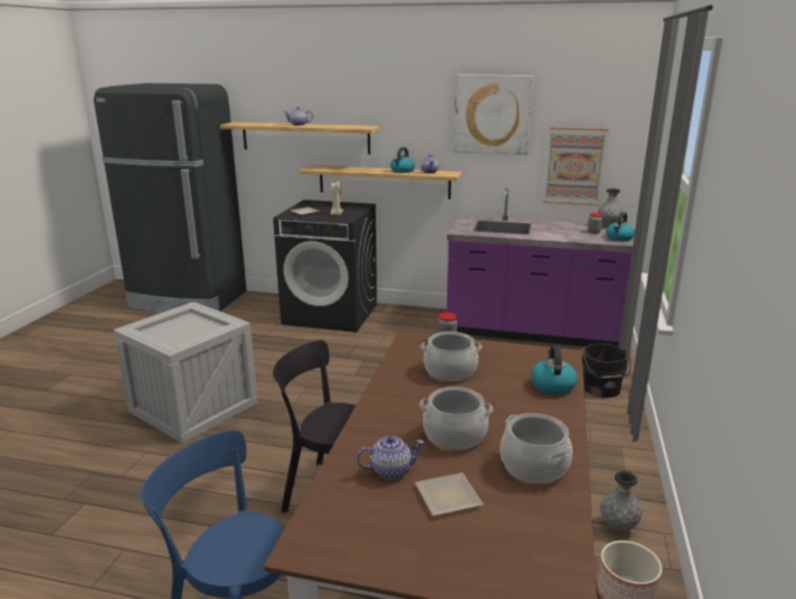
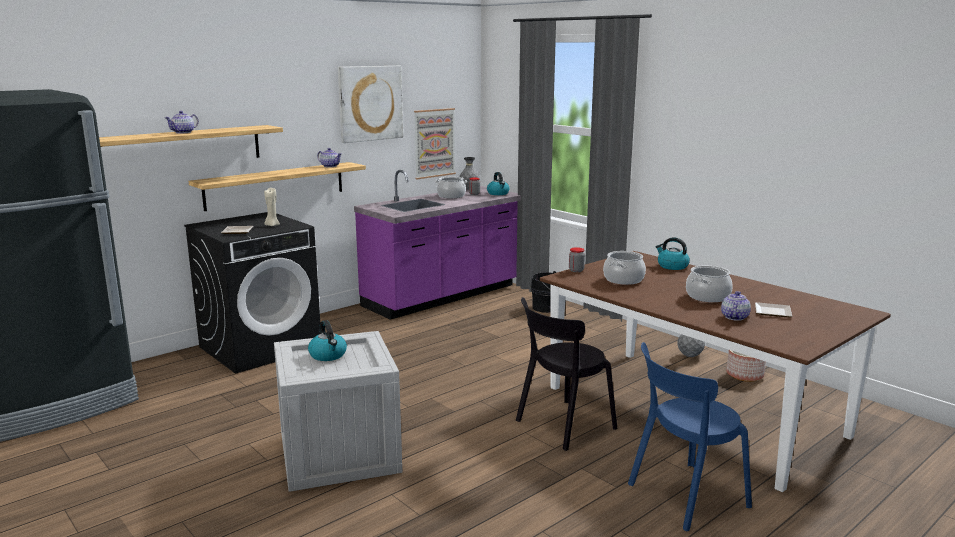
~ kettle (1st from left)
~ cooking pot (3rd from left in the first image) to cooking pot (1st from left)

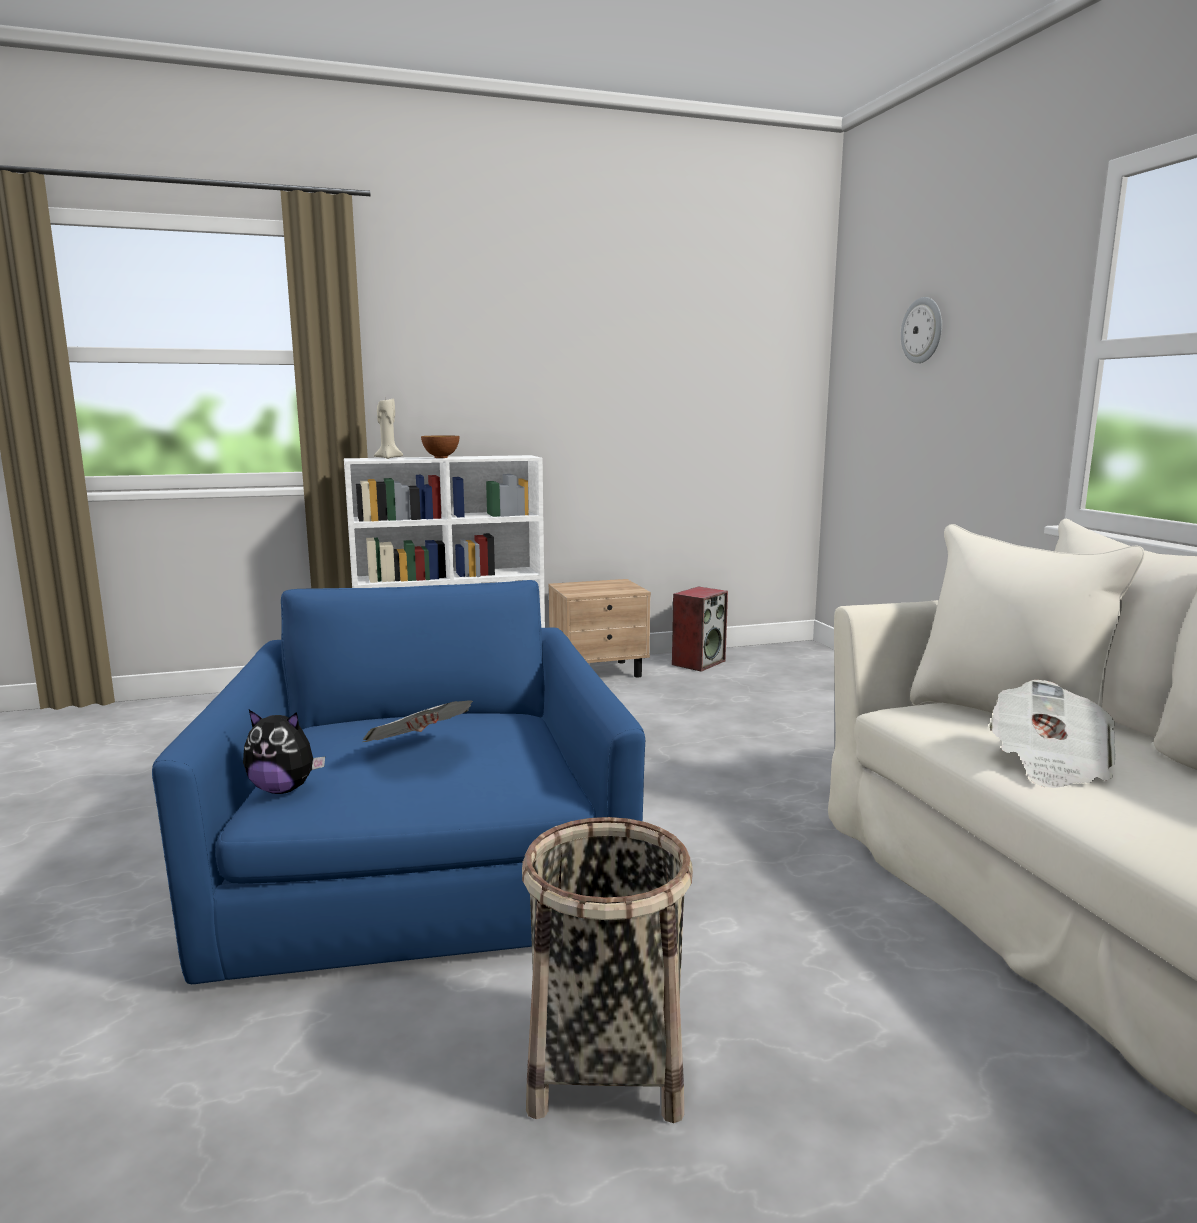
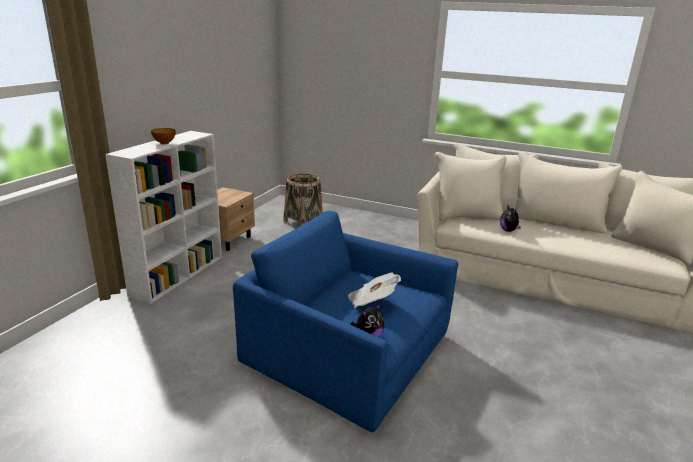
~ basket
~ newspaper (2nd from left) to plush toy (2nd from left)
- candle (beige)
- speaker
- wall clock

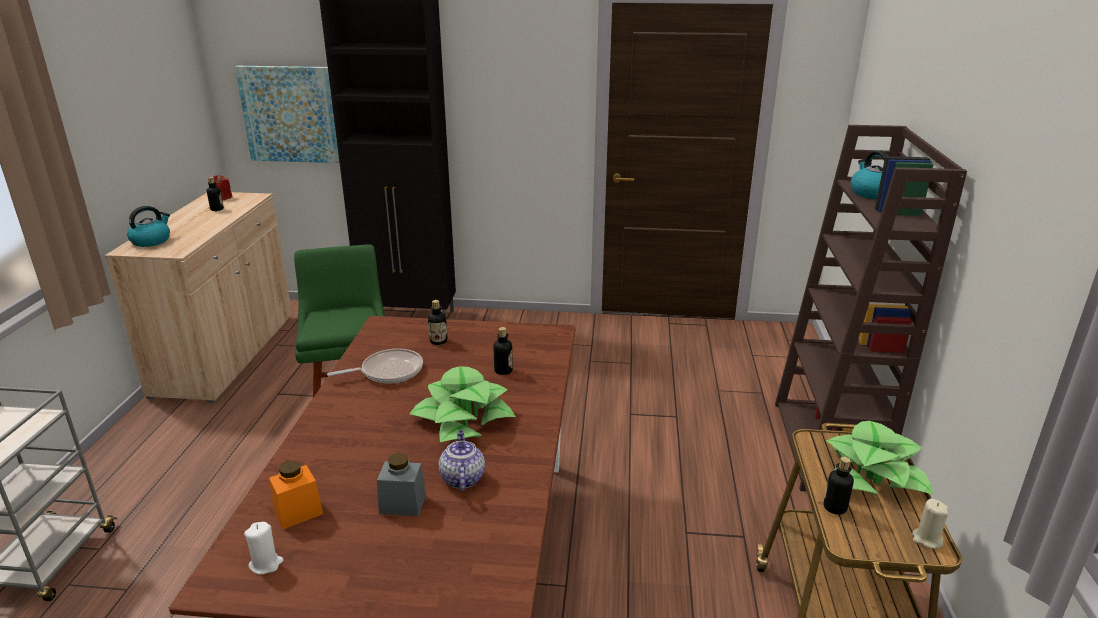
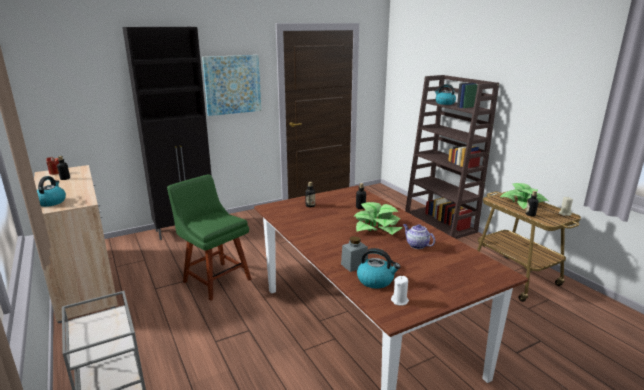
~ picture
~ jar (grey)
~ jar (orange) to kettle (2nd from left)
- frying pan

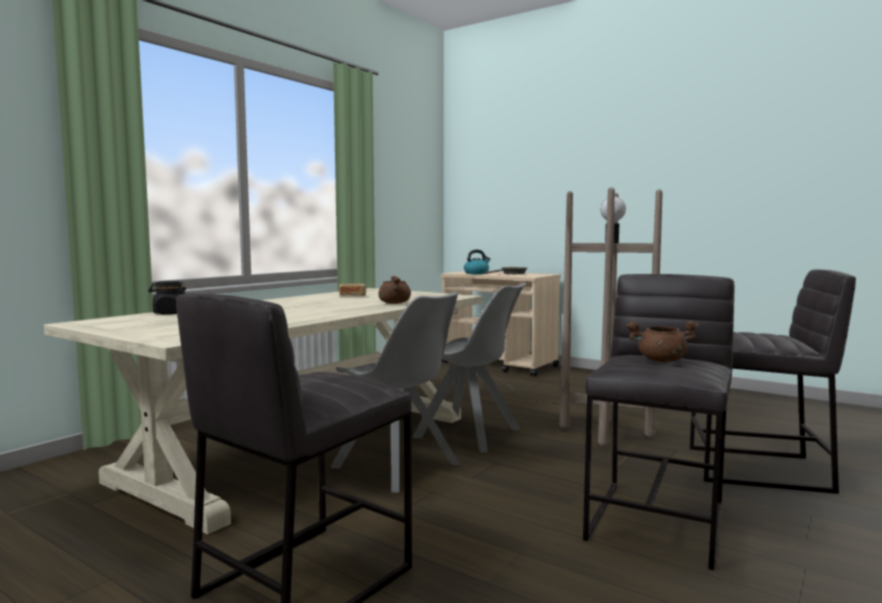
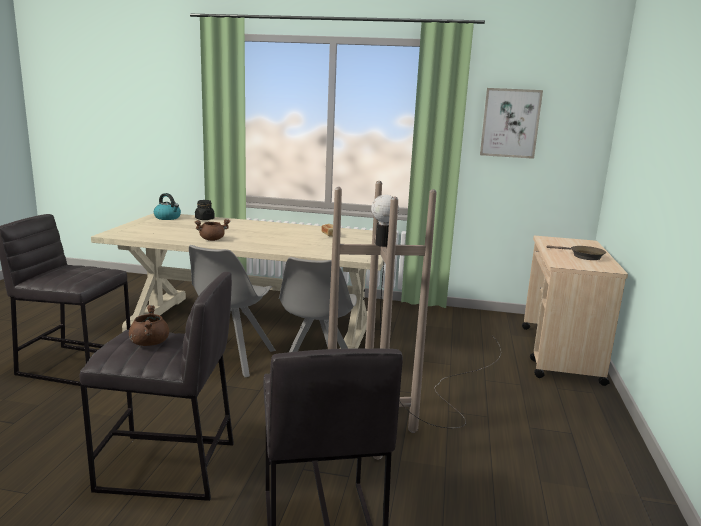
~ kettle
~ cooking pot (brown) (1st from left in the first image) to cooking pot (brown) (2nd from left)
+ picture

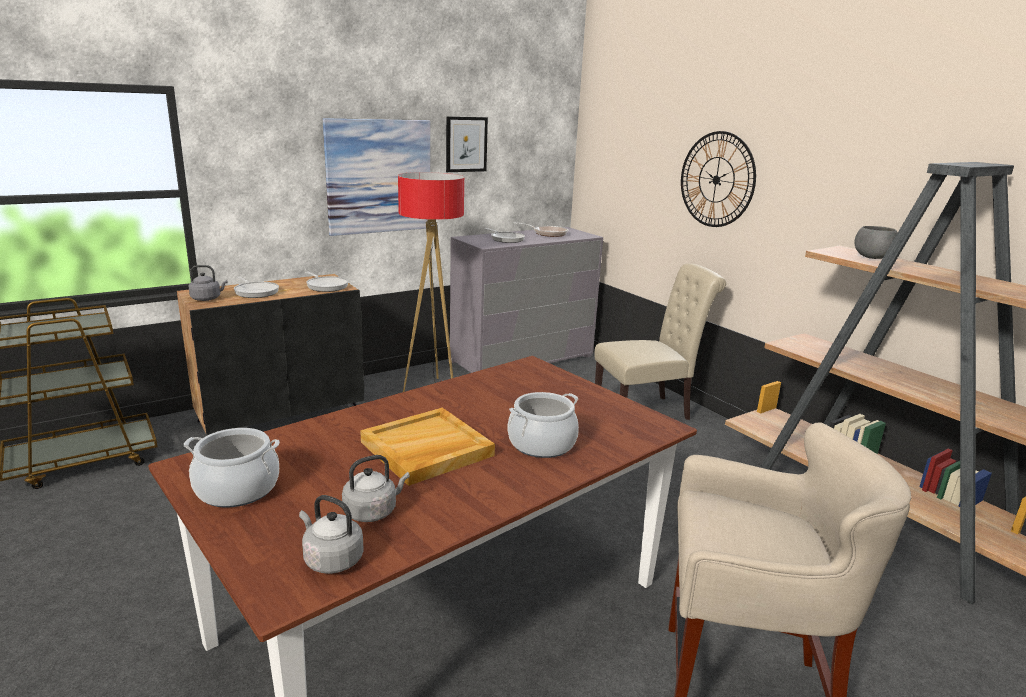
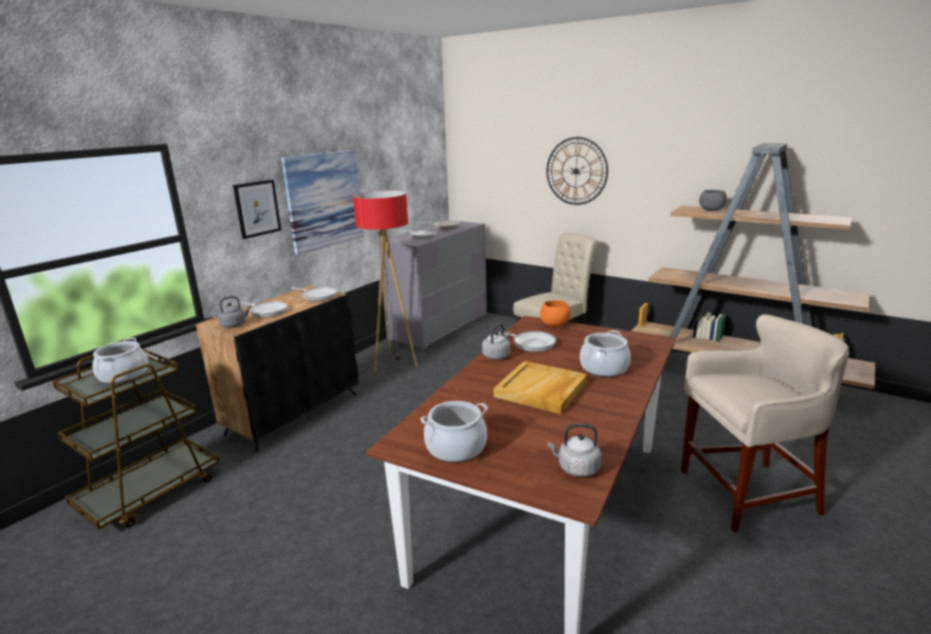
+ cooking pot (1st from left)
~ picture (2nd from left in the first image) to picture (1st from left)
~ kettle (grey) (3rd from left in the first image) to kettle (grey) (2nd from left)
+ frying pan (5th from left)
+ bowl (orange)

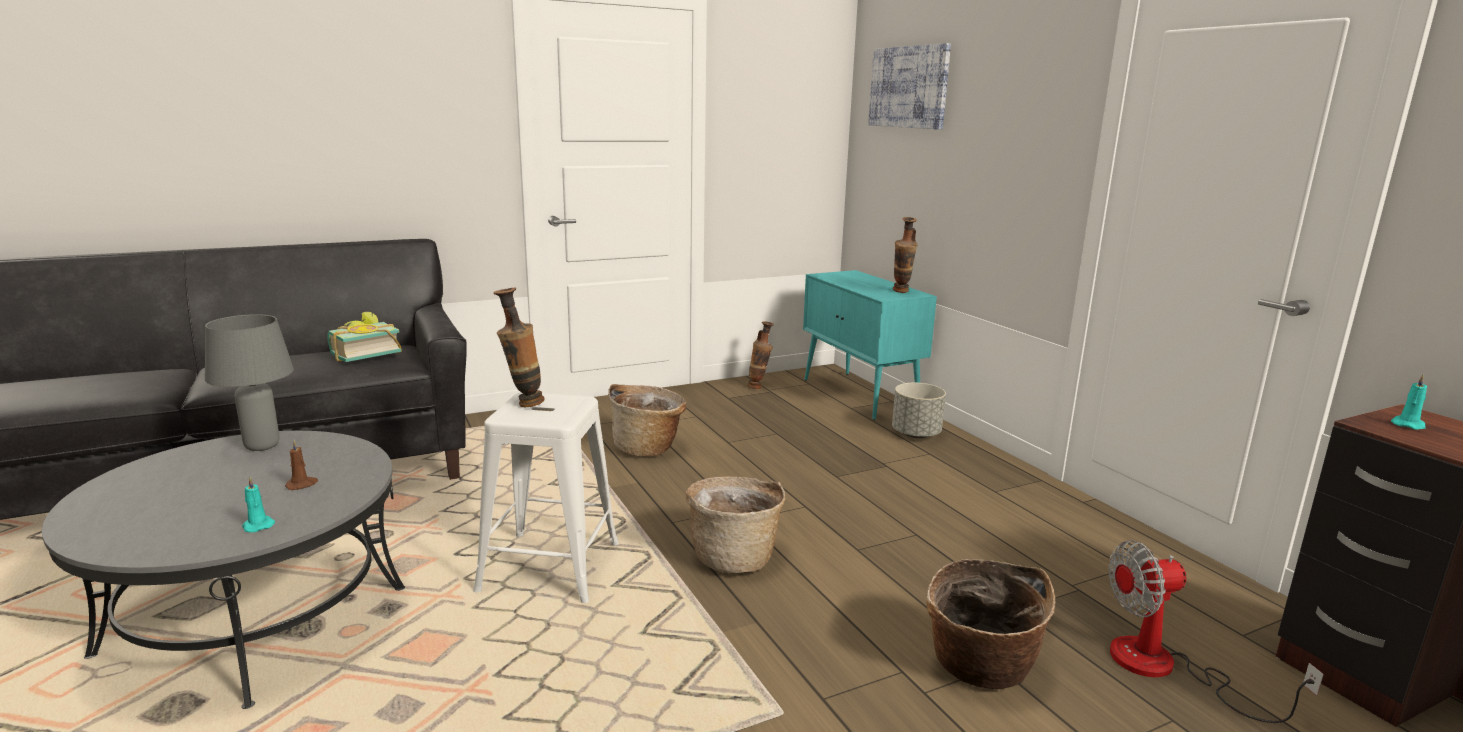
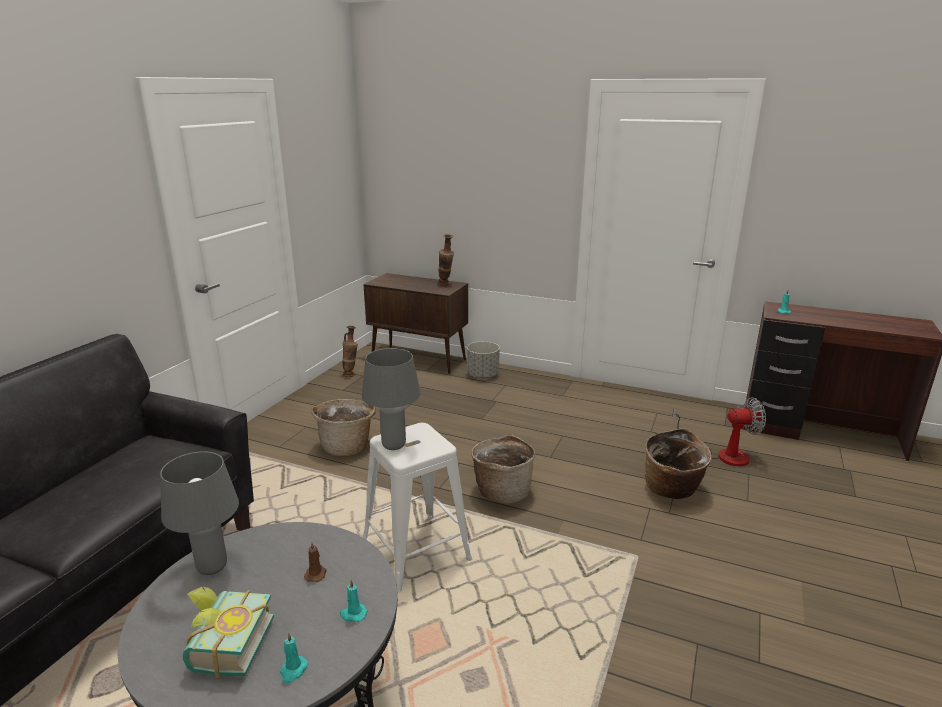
~ book
+ candle (turquoise) (1st from left)
~ vase (1st from left) to table lamp (grey) (2nd from left)
~ cabinet (turquoise) to cabinet (brown)
~ fan 135 degrees counterclockwise
- picture

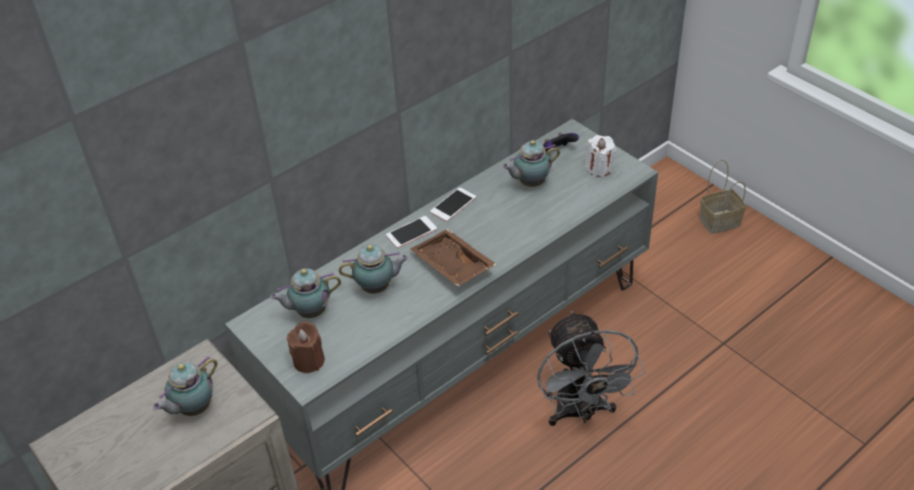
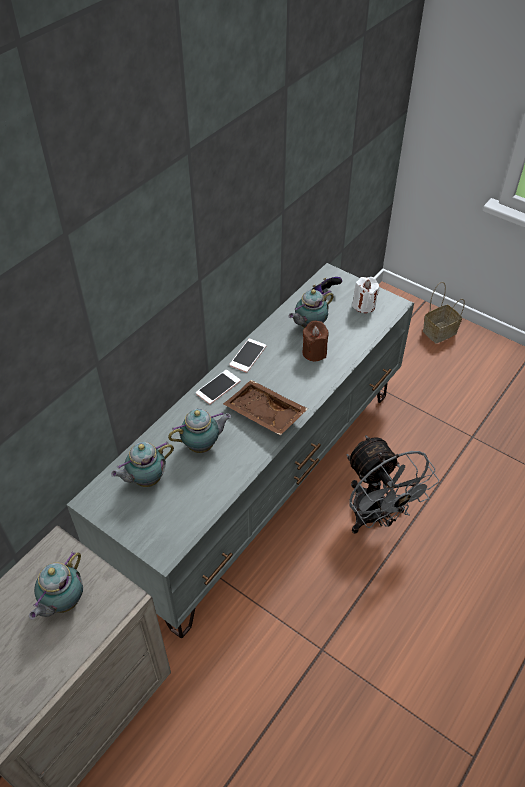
~ candle (brown)

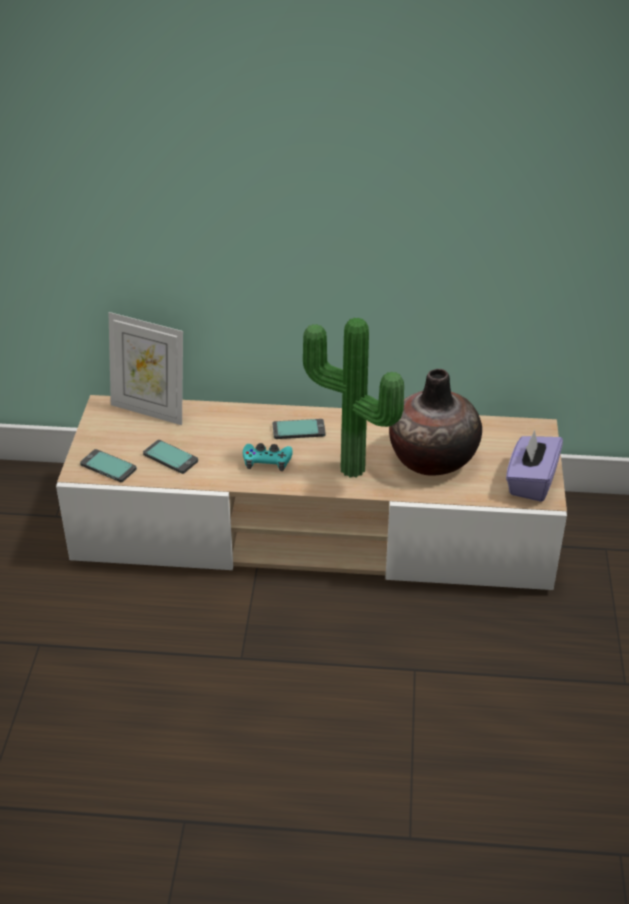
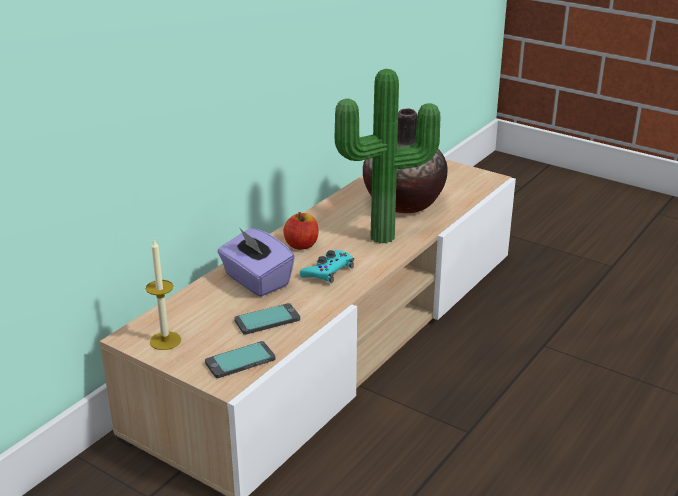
+ candle
~ tissue box (purple)
~ phone (3rd from left) to apple
- picture frame

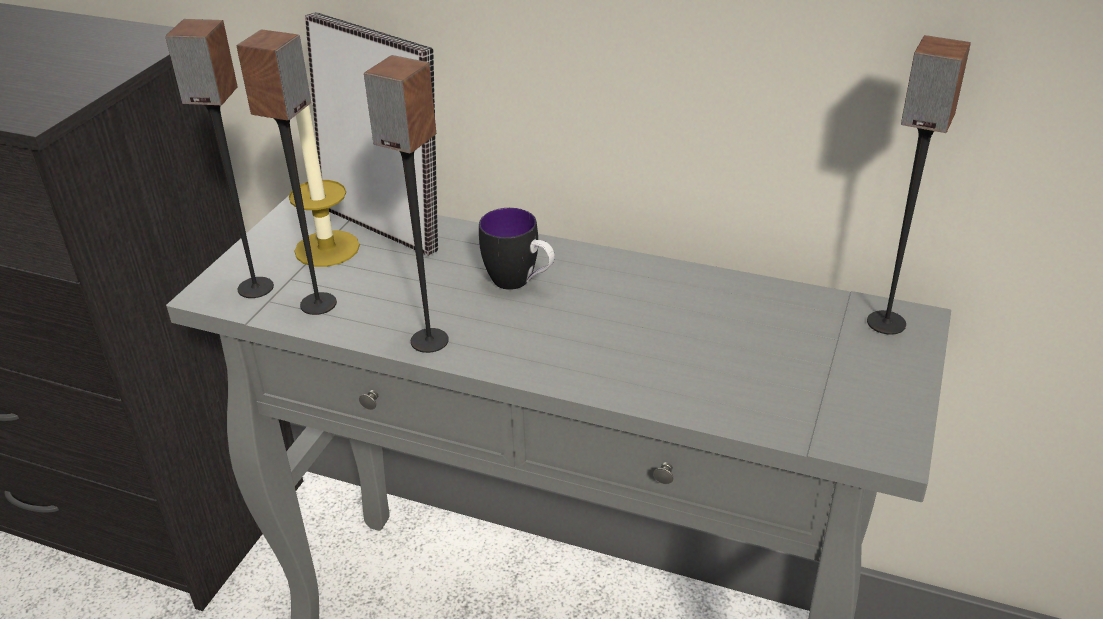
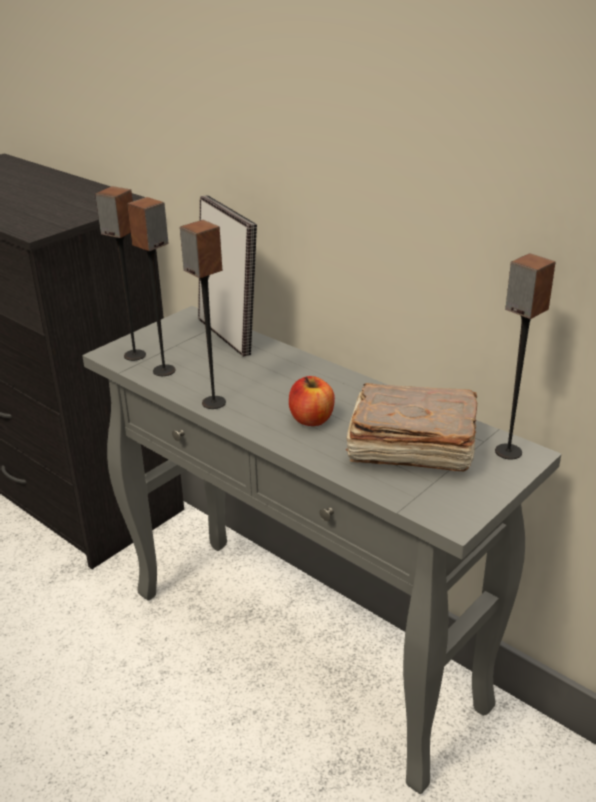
+ apple
+ book (brown)
- candle
- mug

